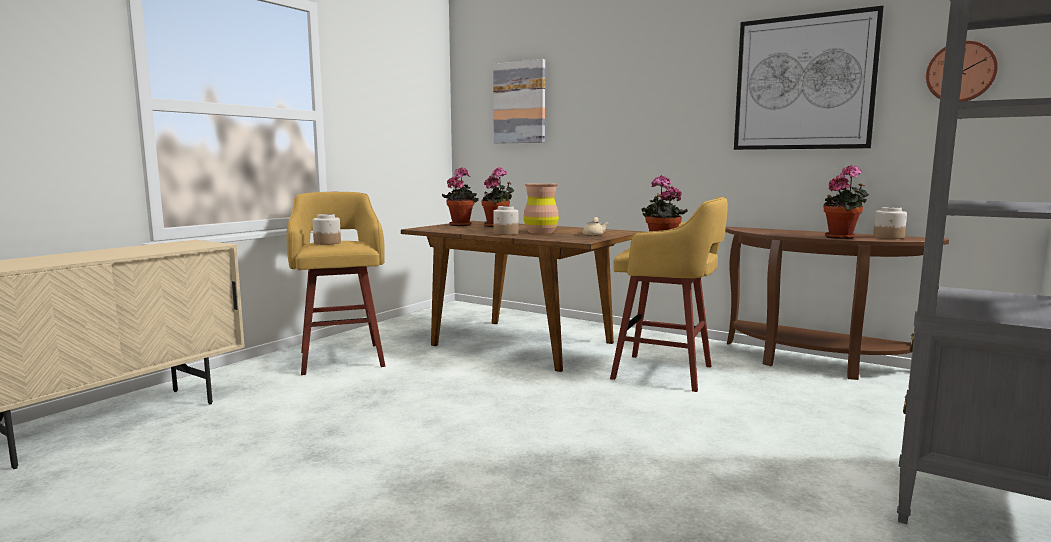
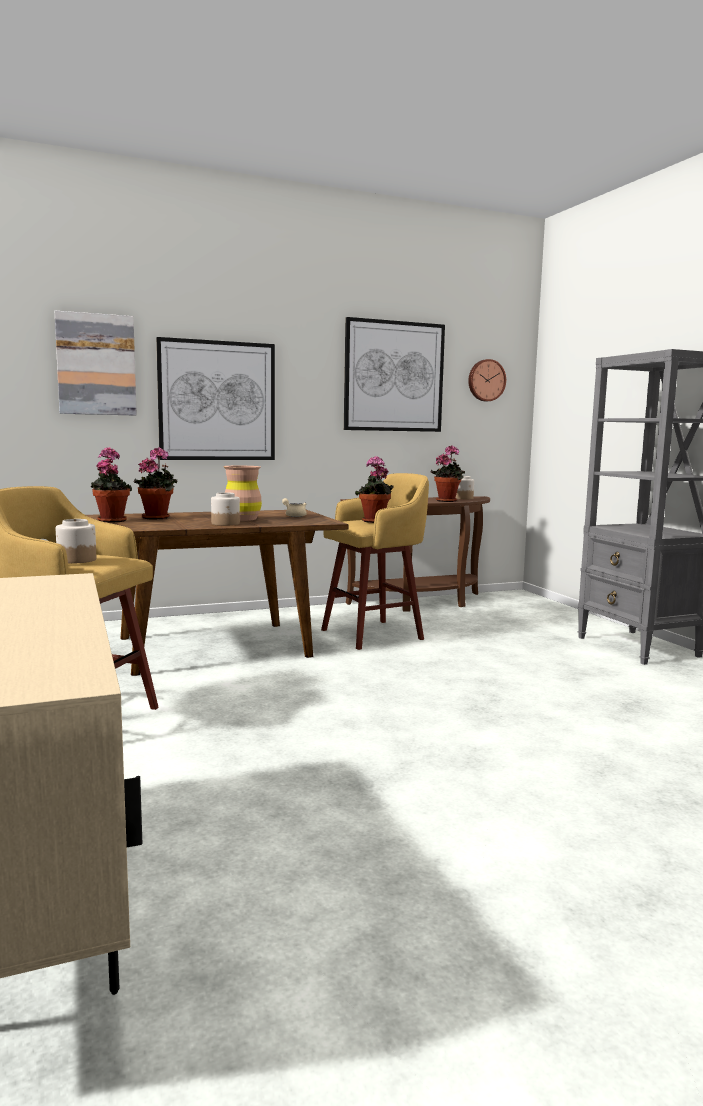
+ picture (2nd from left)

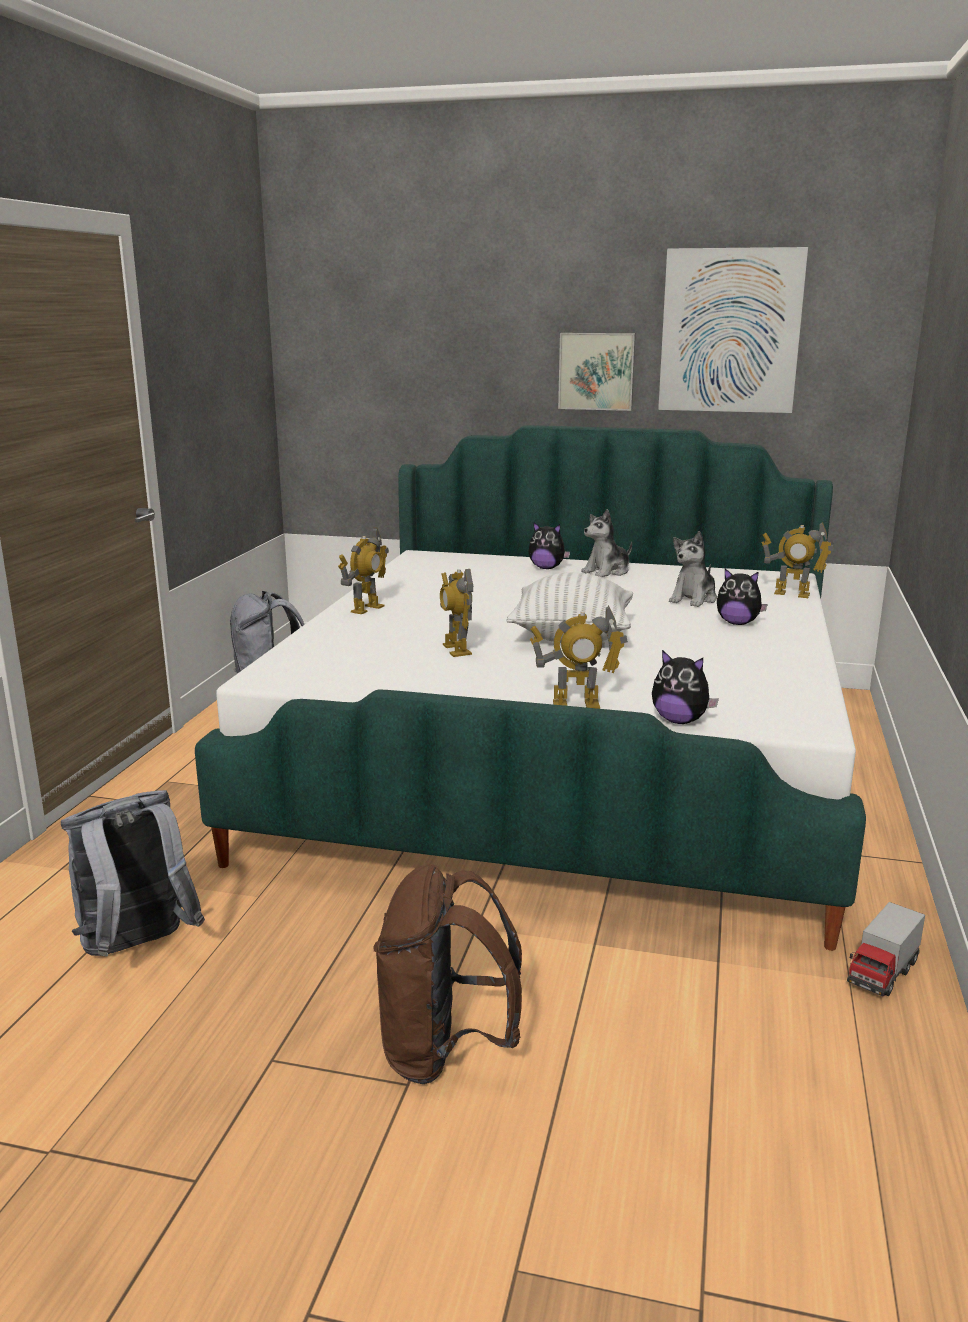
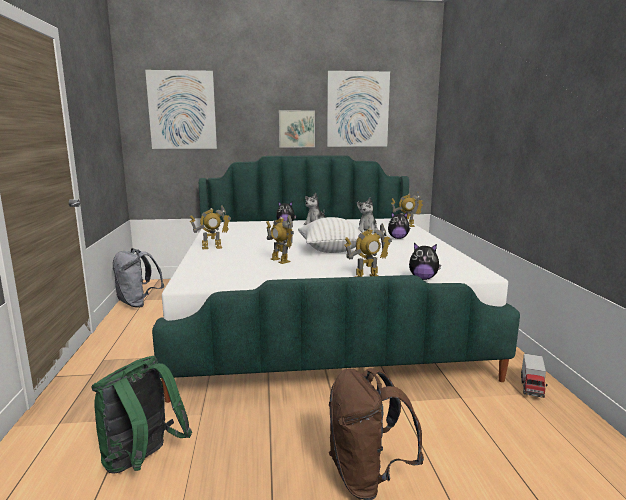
~ backpack (grey) (1st from left) to backpack (green)
+ picture (1st from left)
~ toy robot (1st from left) 60 degrees clockwise

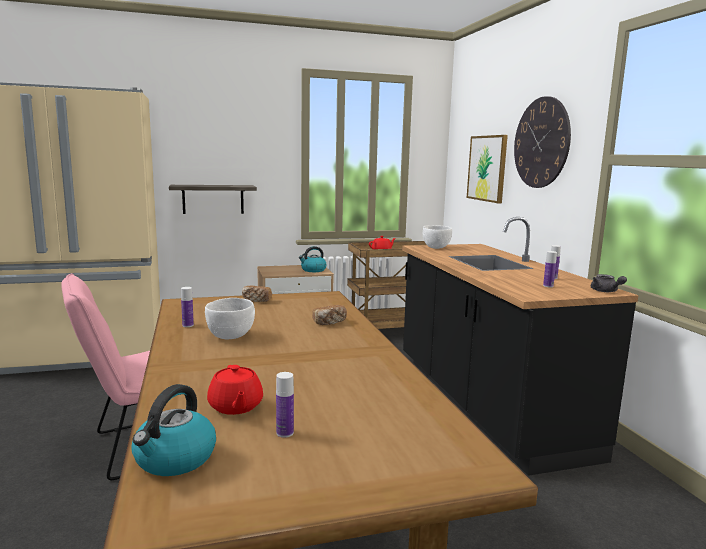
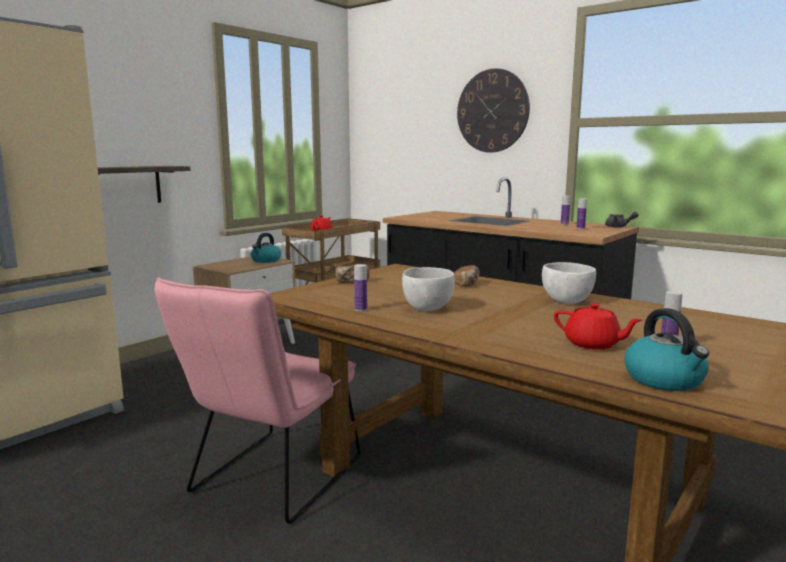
~ bowl (white) (2nd from left)
- picture

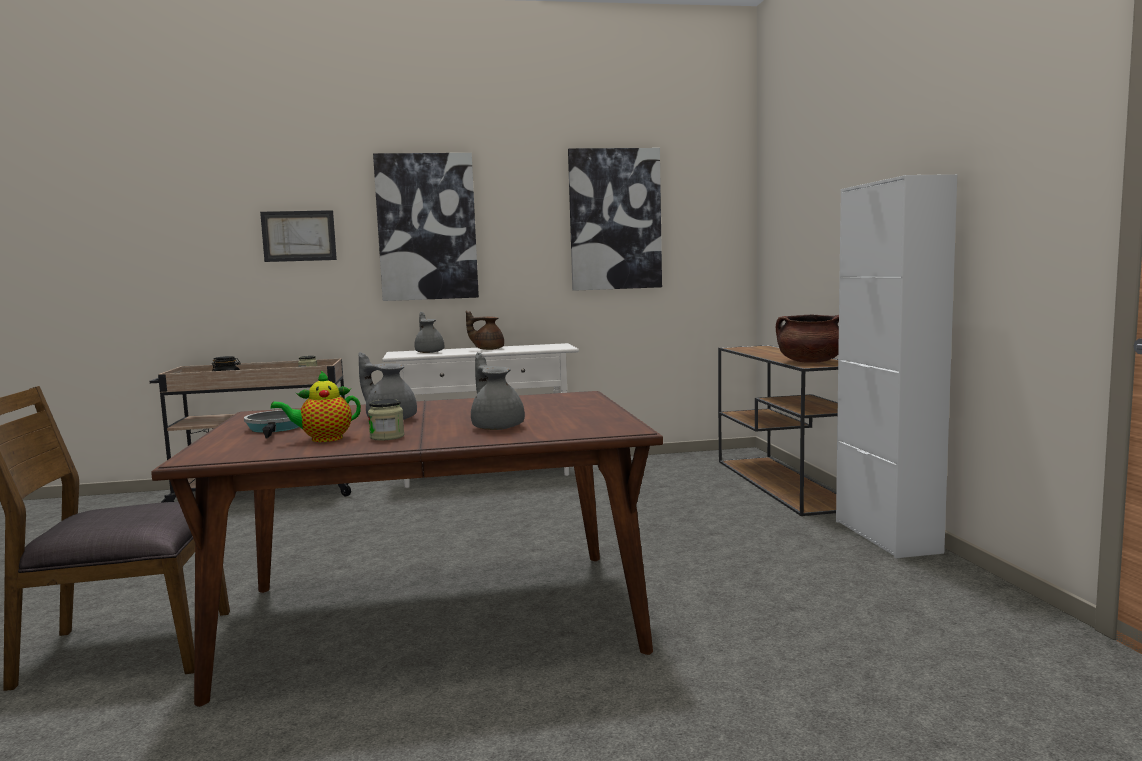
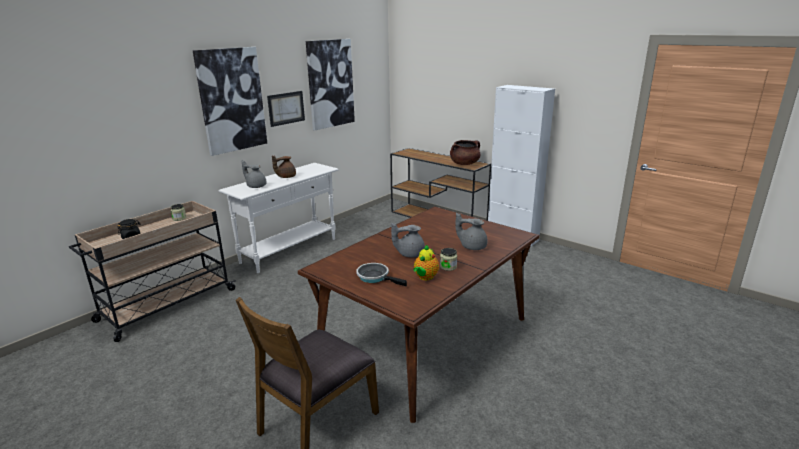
~ picture (1st from left in the first image) to picture (2nd from left)

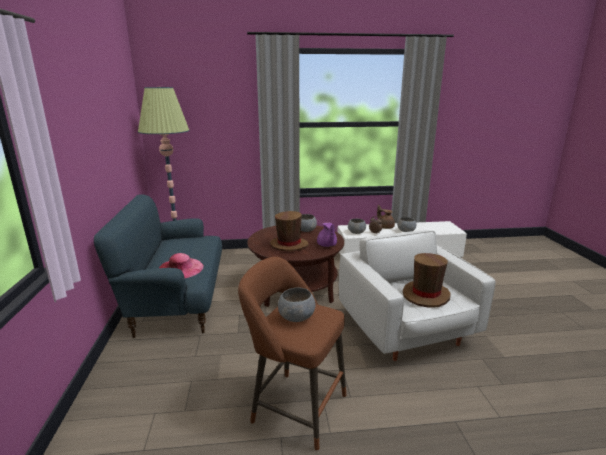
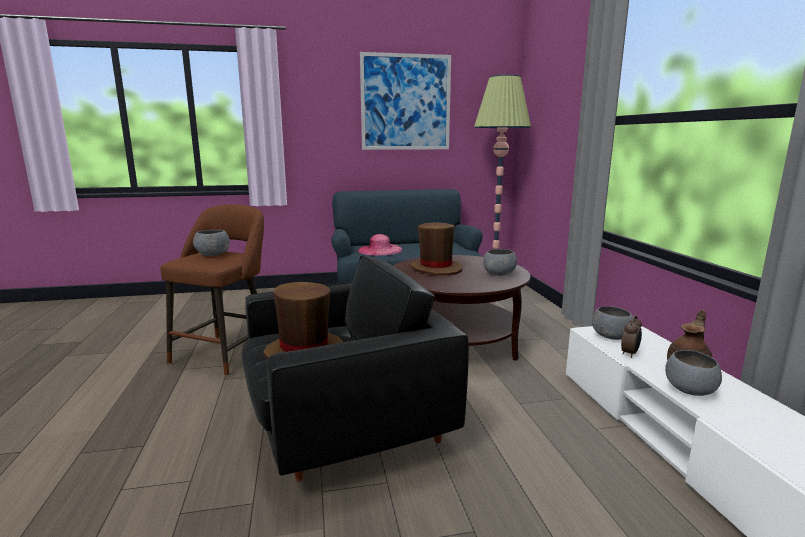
~ armchair (white) to armchair (black)
+ picture
- teapot (purple)

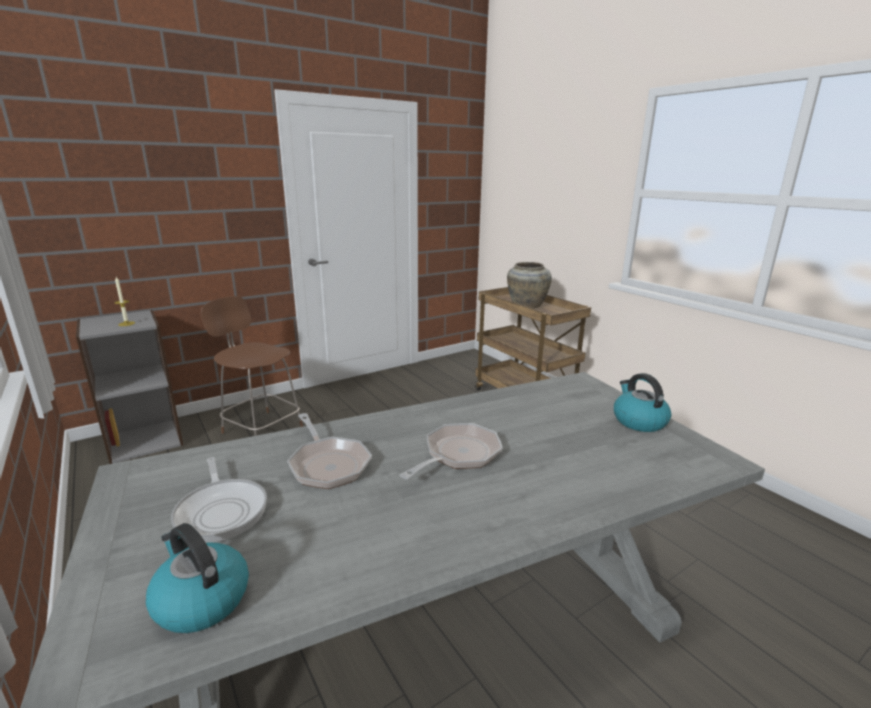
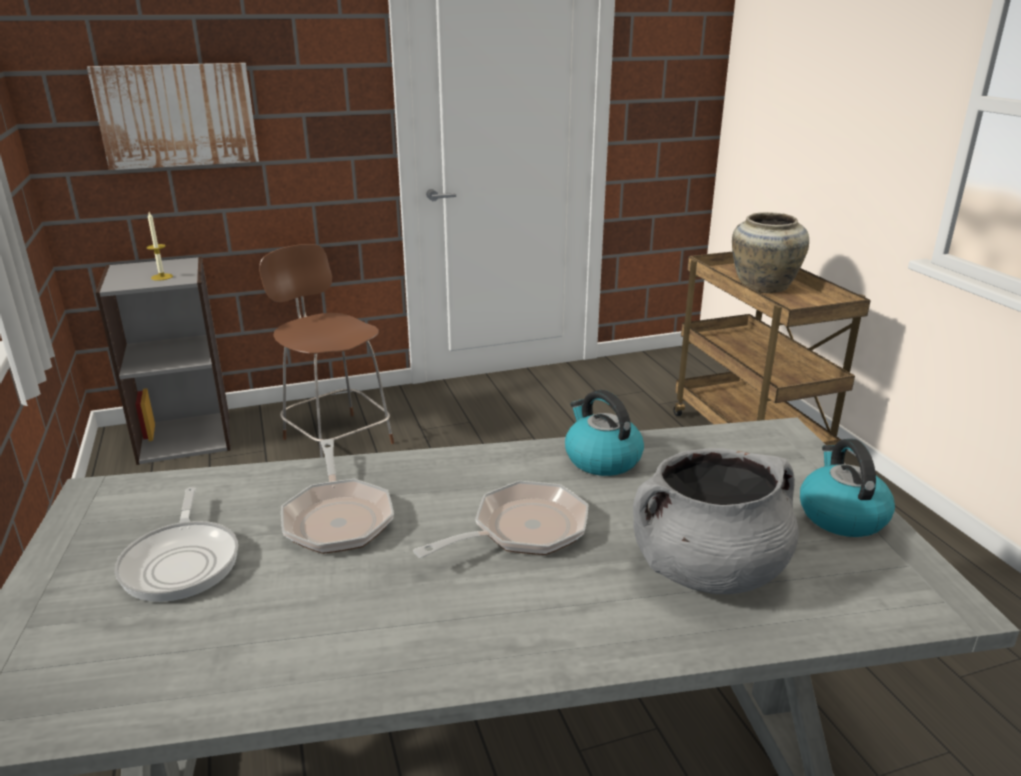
+ picture
~ kettle (1st from left)
+ cooking pot (grey)

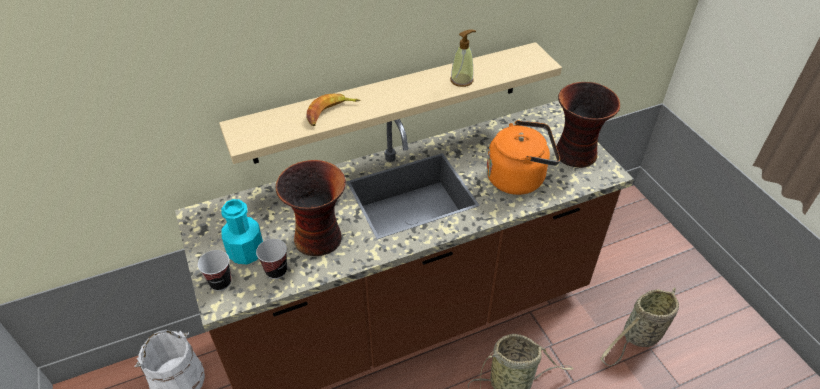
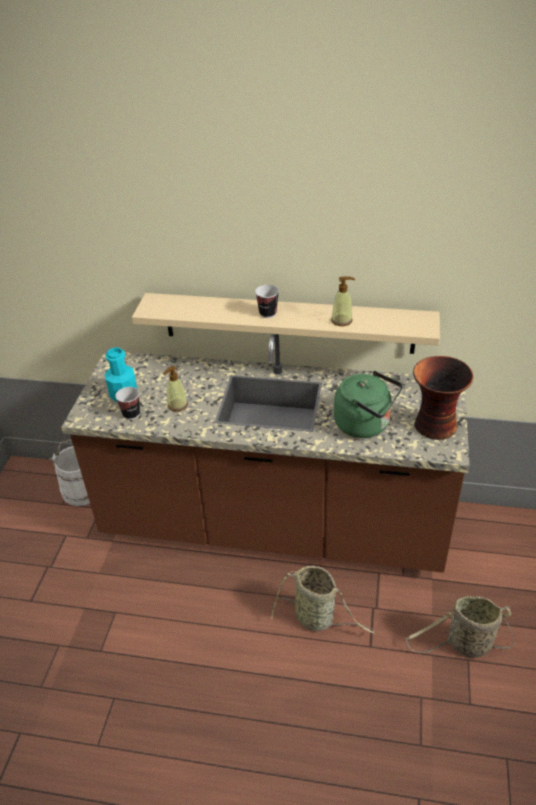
~ vase (1st from left) to soap dispenser (1st from left)
~ cup (1st from left in the first image) to cup (2nd from left)
~ kettle (orange) to kettle (green)
- banana

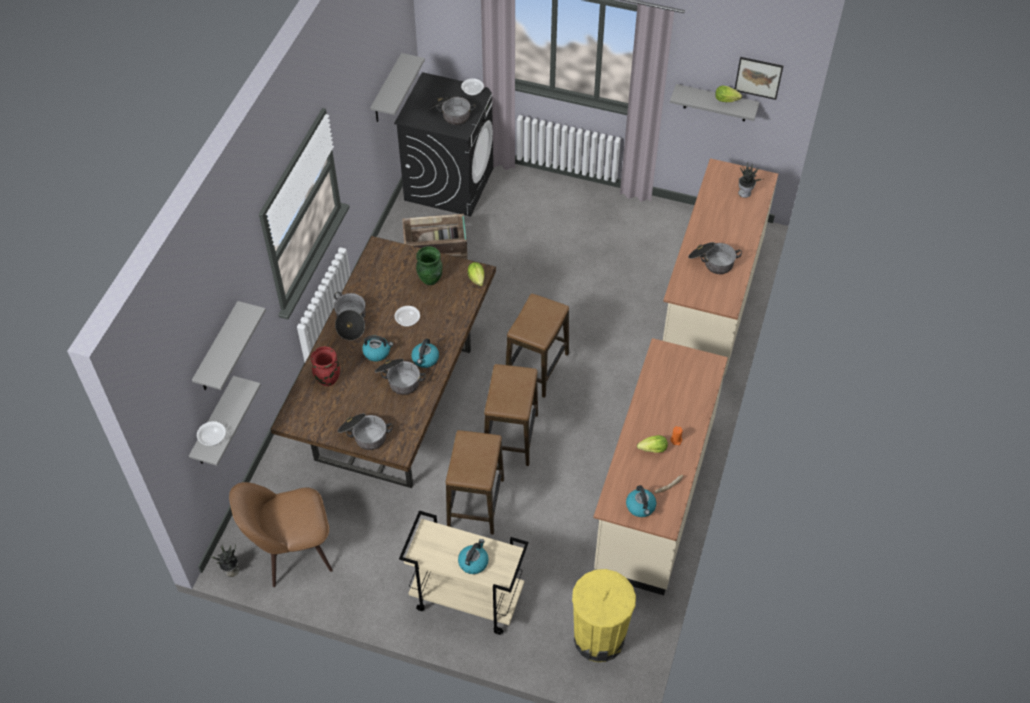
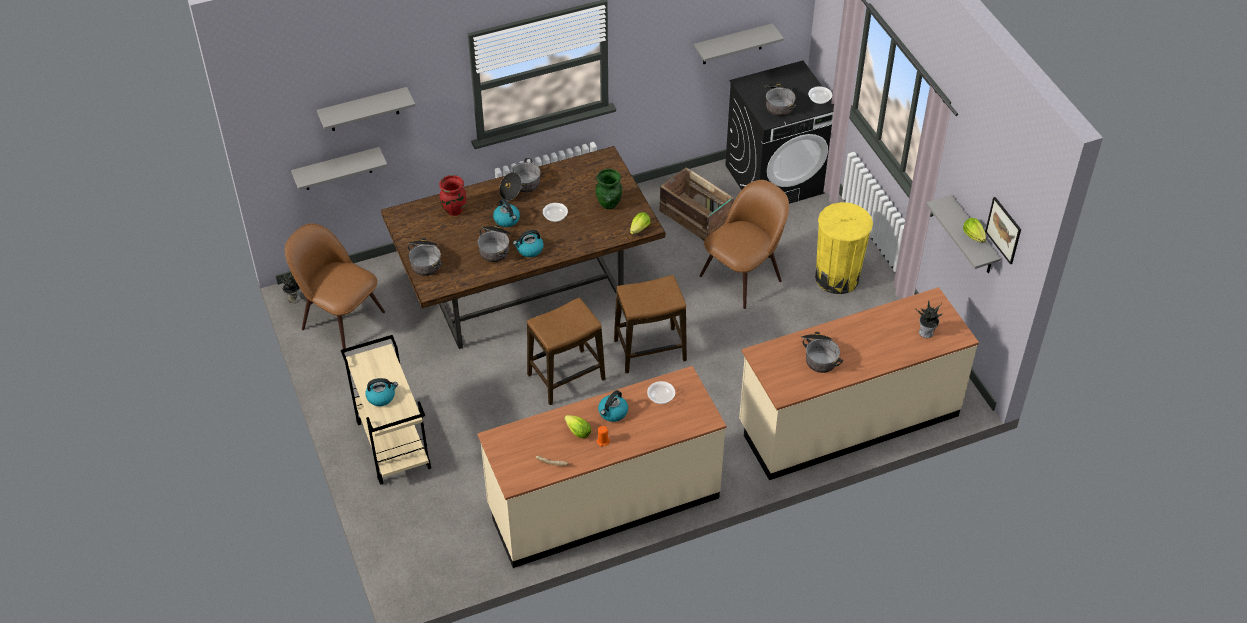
~ kettle (4th from left)
~ bowl (1st from left in the first image) to bowl (2nd from left)
+ chair (brown) (2nd from left)
~ trash can (yellow)
- stool (1st from left)

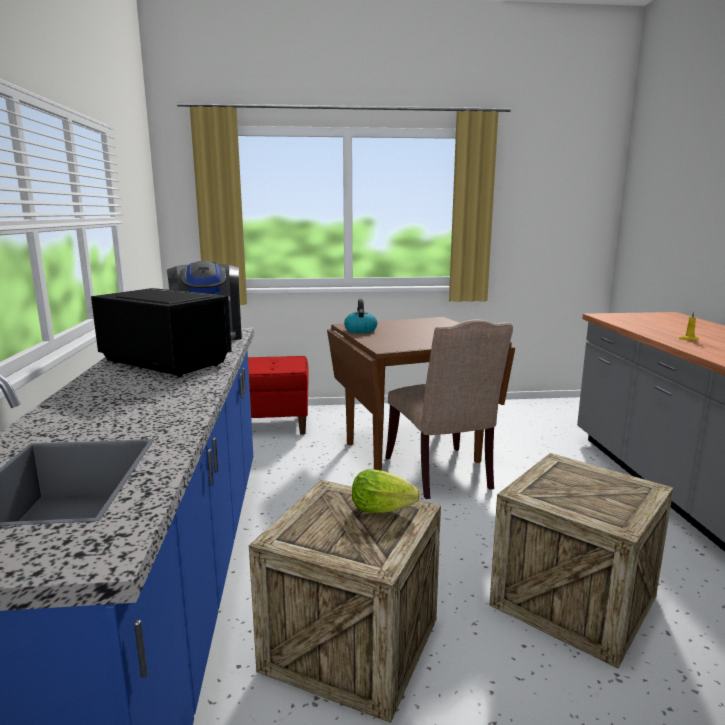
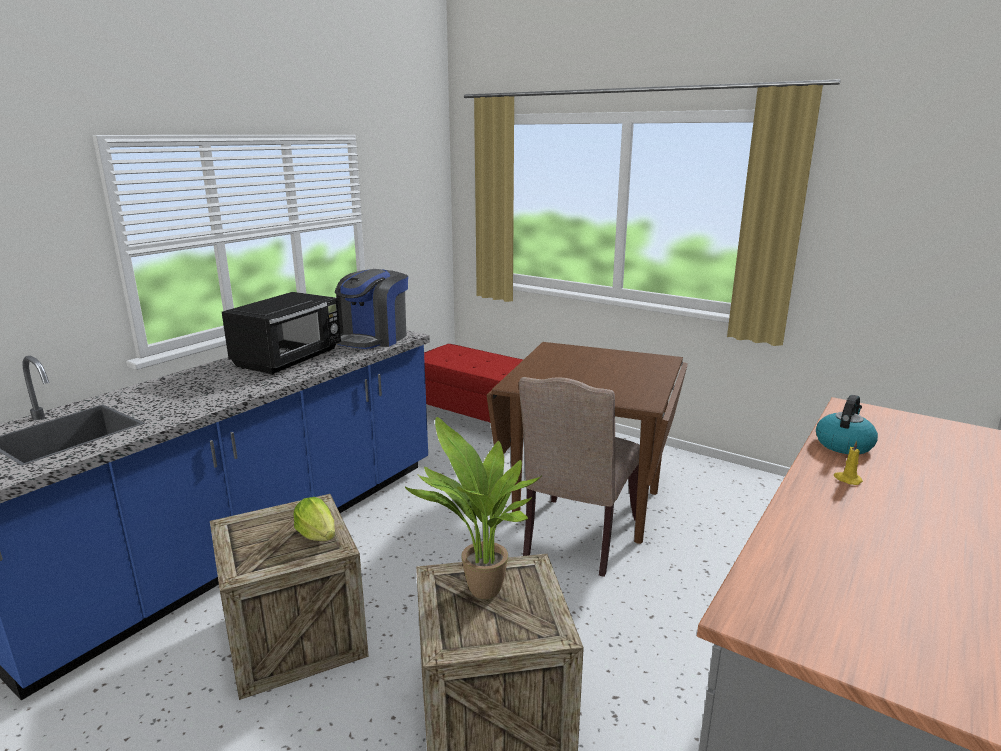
~ microwave (black) 45 degrees clockwise
+ potted plant
~ kettle

